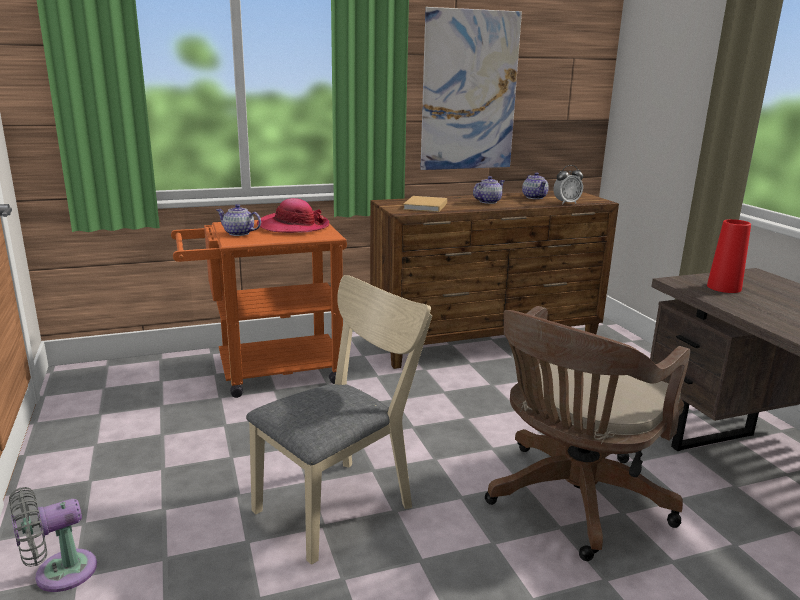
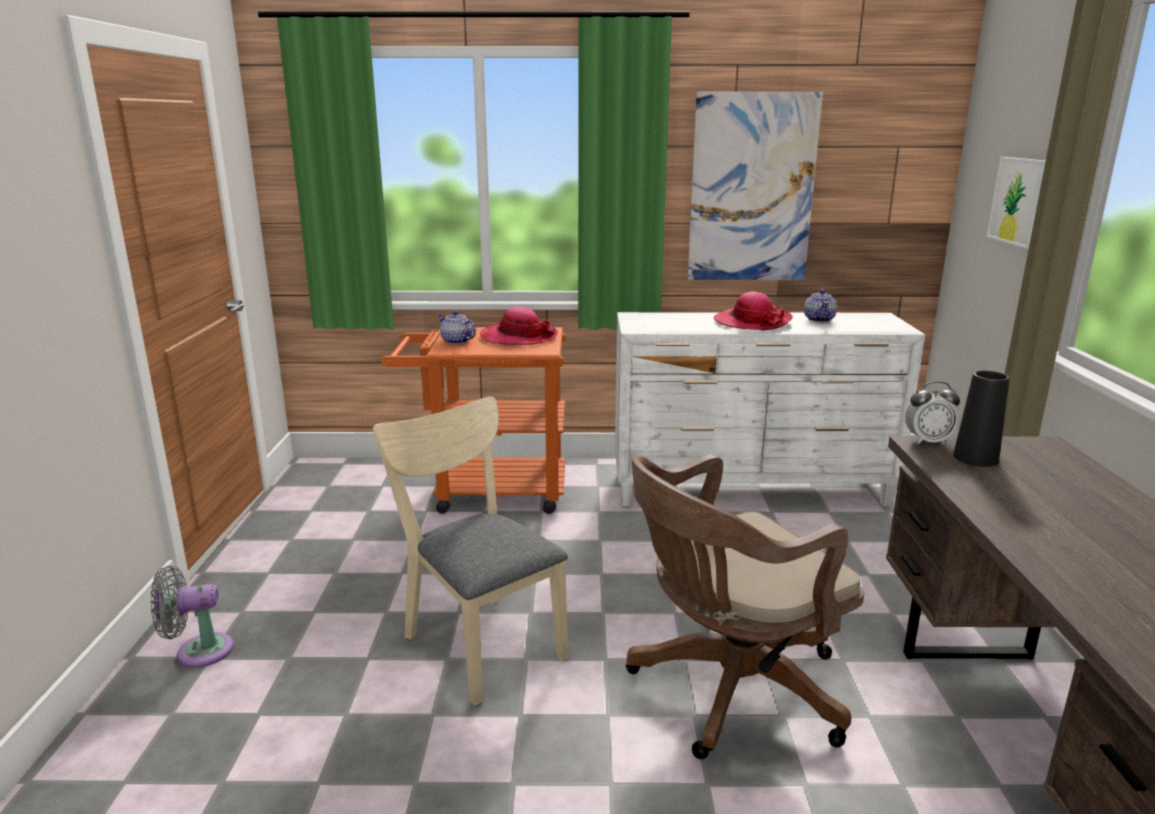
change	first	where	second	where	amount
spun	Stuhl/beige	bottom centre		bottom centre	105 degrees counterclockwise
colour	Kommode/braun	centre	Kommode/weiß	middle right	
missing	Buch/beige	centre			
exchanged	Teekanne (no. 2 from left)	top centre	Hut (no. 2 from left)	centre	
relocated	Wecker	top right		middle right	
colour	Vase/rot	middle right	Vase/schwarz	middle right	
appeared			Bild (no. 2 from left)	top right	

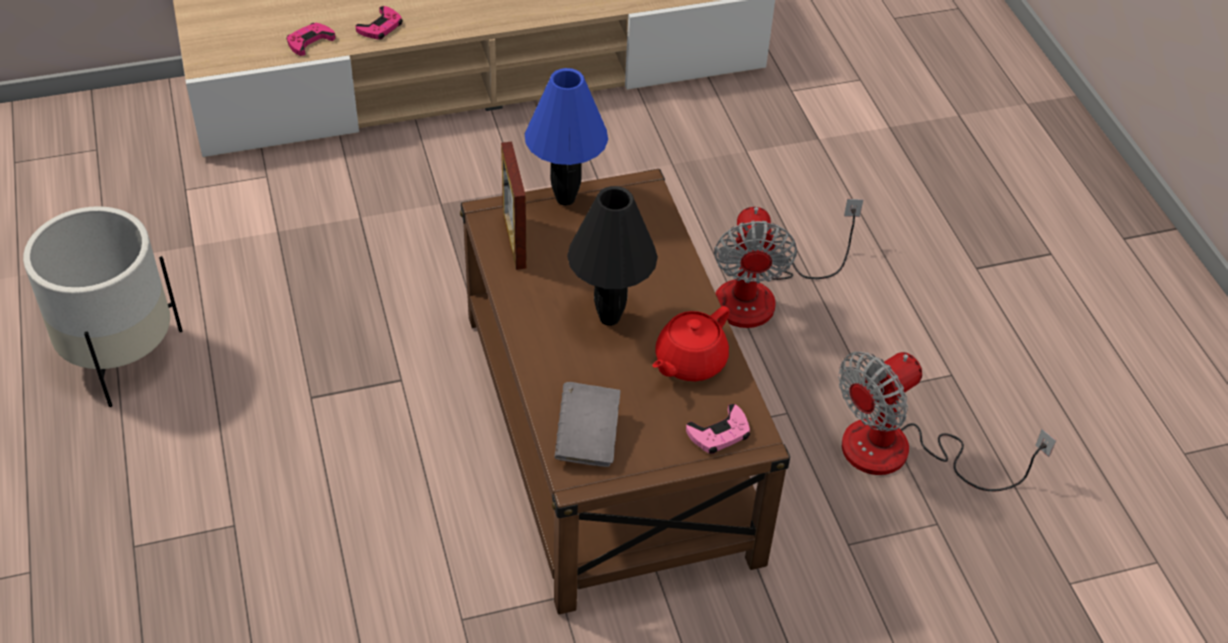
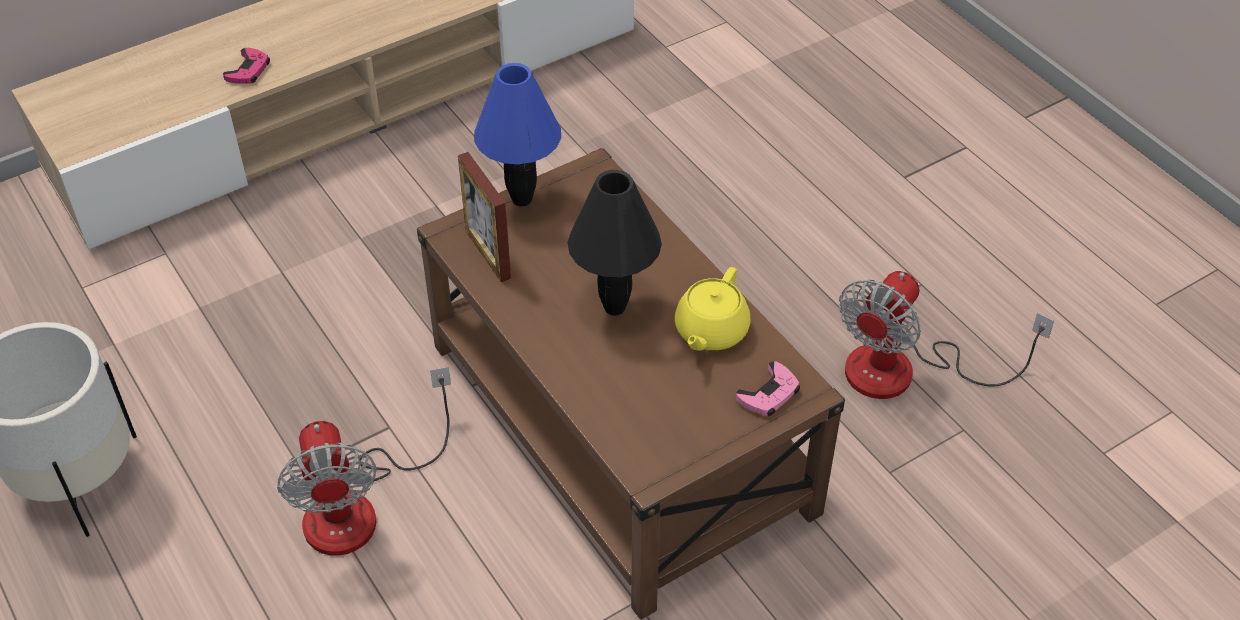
change	first	where	second	where	amount
missing	Gamepad/rosa (no. 1 from left)	top left			
missing	Buch/grau	centre			
colour	Teekanne/rot	centre	Teekanne/gelb	centre	
relocated	Ventilator (no. 1 from left)	centre		bottom left	

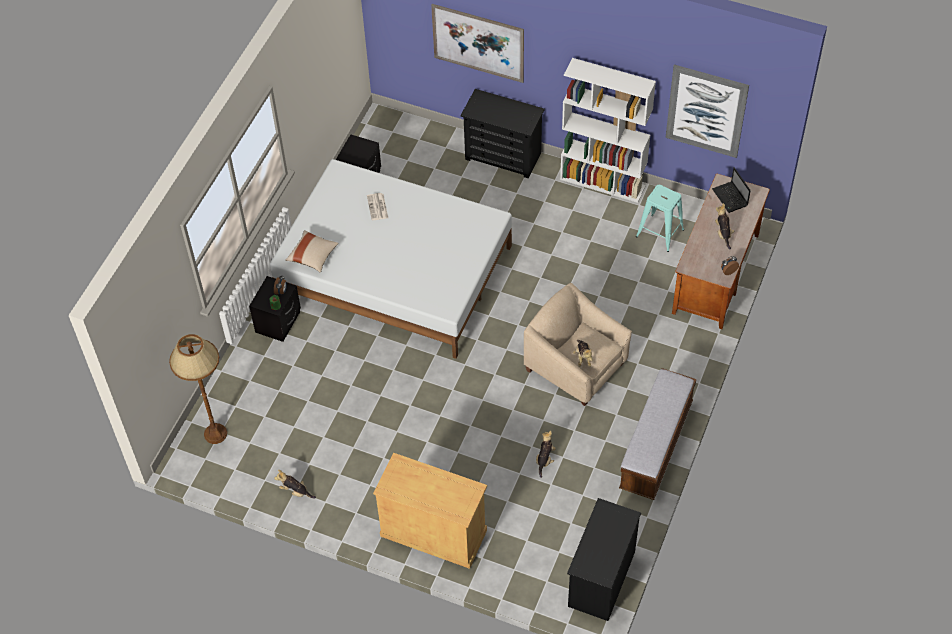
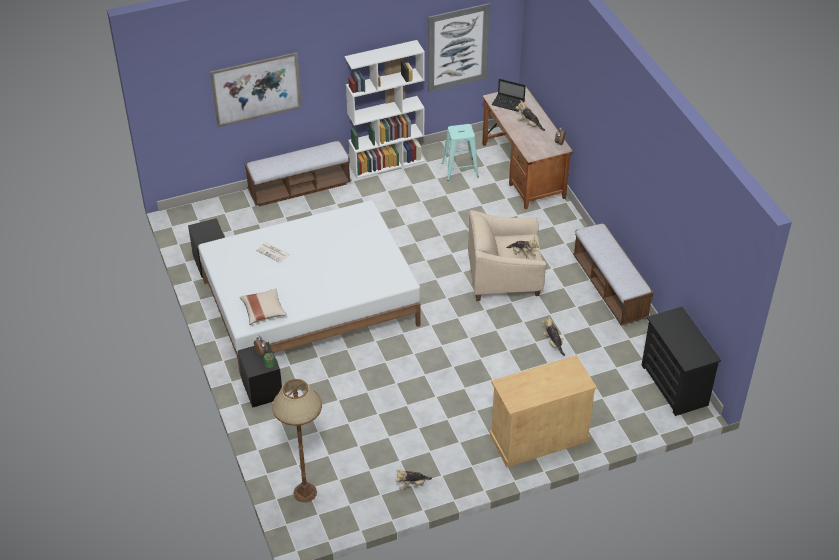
change	first	where	second	where	amount
exchanged	Kommode/schwarz (no. 1 from left)	top centre	Bank (no. 1 from left)	top centre	

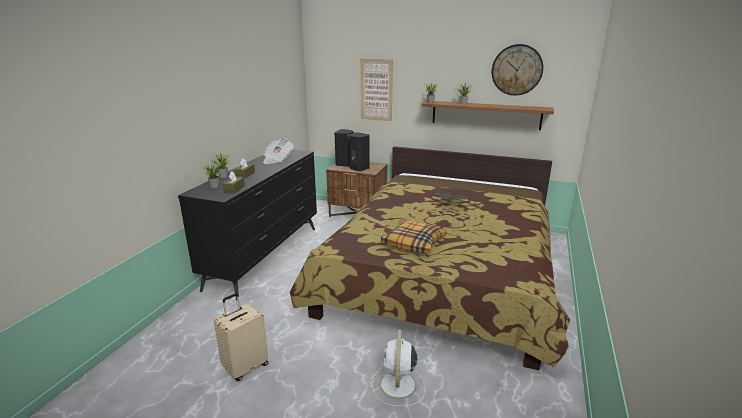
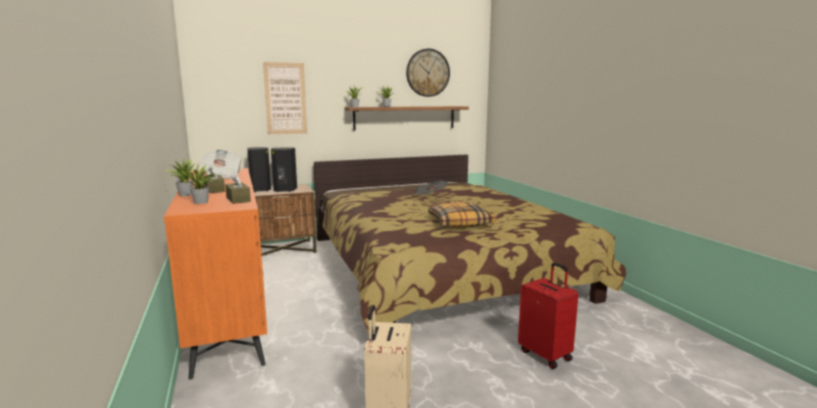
change	first	where	second	where	amount
colour	Kommode/schwarz	middle left	Kommode/orange	bottom left	
exchanged	Ventilator/weiß	bottom centre	Koffer/rot	bottom right	

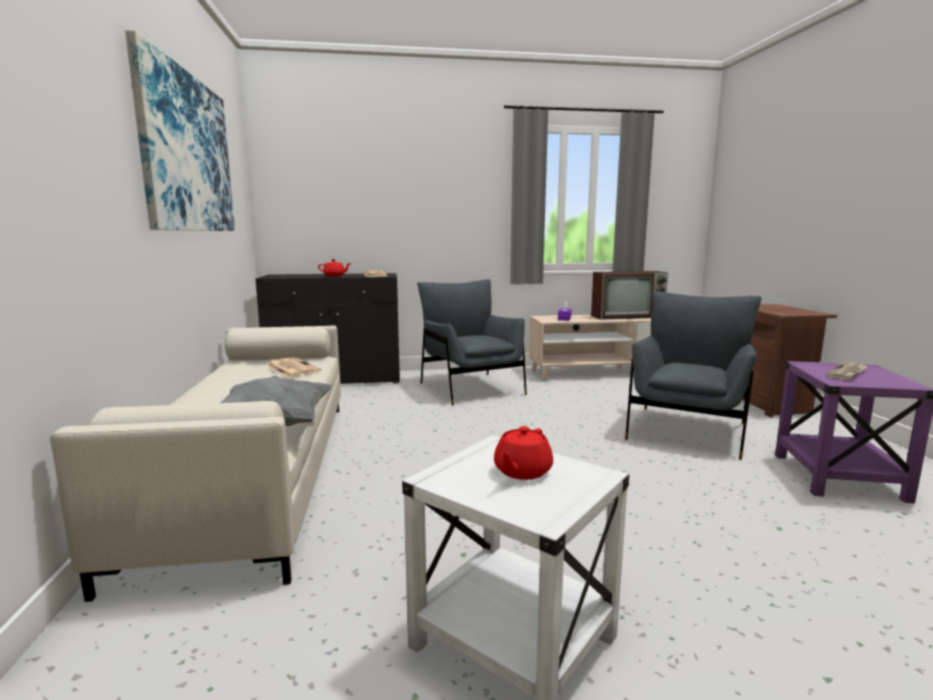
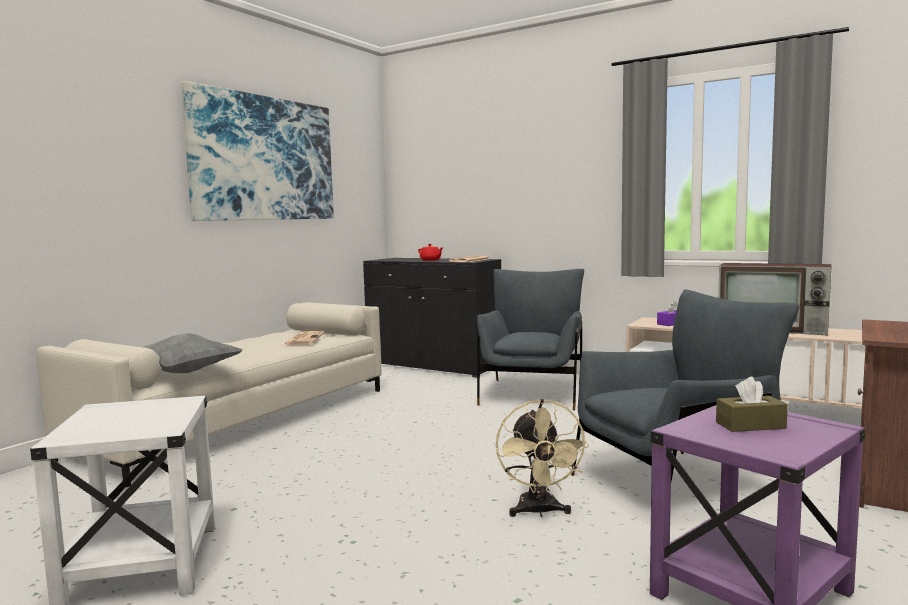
change	first	where	second	where	amount
missing	Teekanne/rot (no. 2 from left)	centre			
exchanged	Zeitung (no. 3 from left)	middle right	Taschentuchbox/braun	bottom right	
appeared			Ventilator/beige	bottom centre	

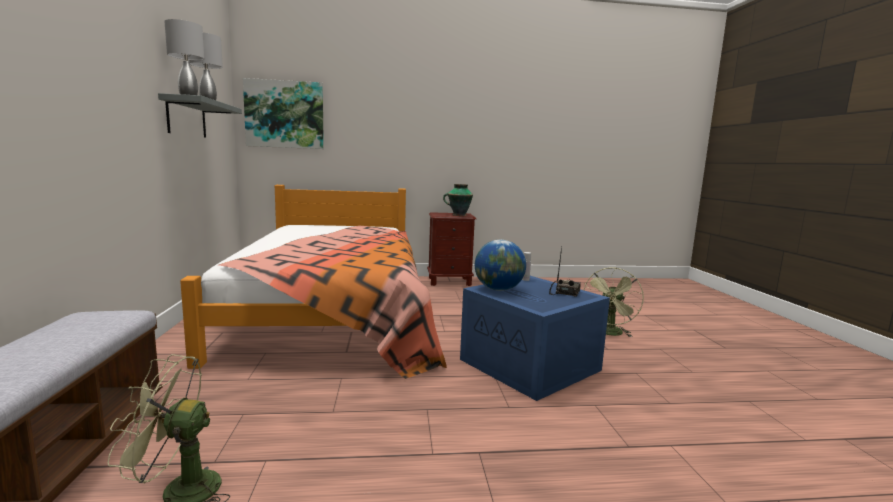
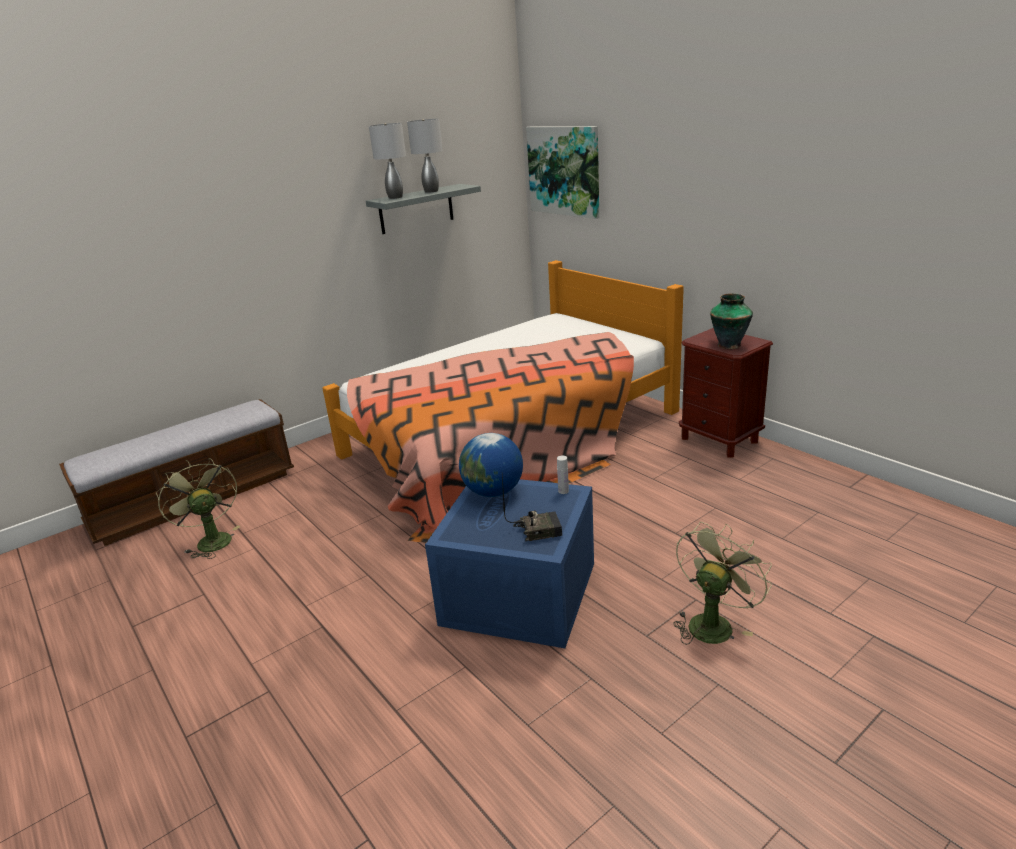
change	first	where	second	where	amount
spun	Ventilator/grün (no. 2 from left)	middle right		bottom right	135 degrees clockwise

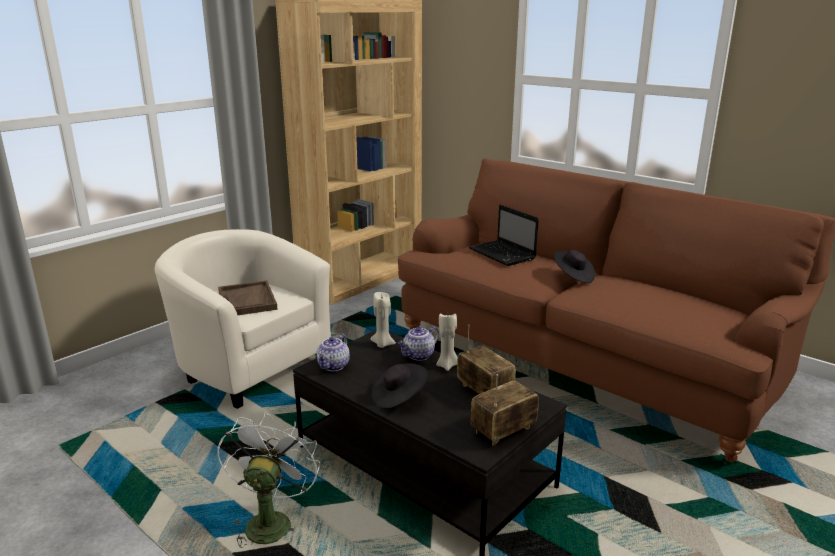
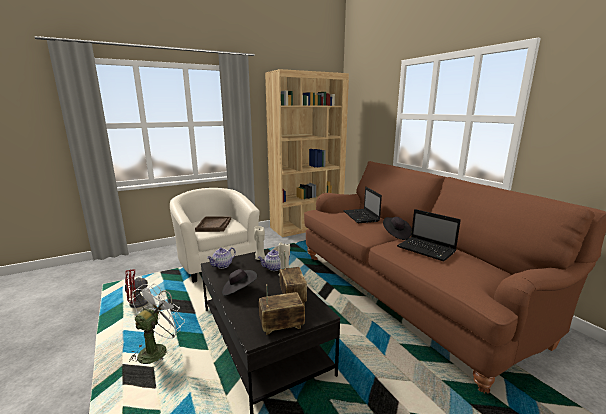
change	first	where	second	where	amount
appeared			Ventilator/rot	bottom left	
appeared			Laptop (no. 2 from left)	middle right	

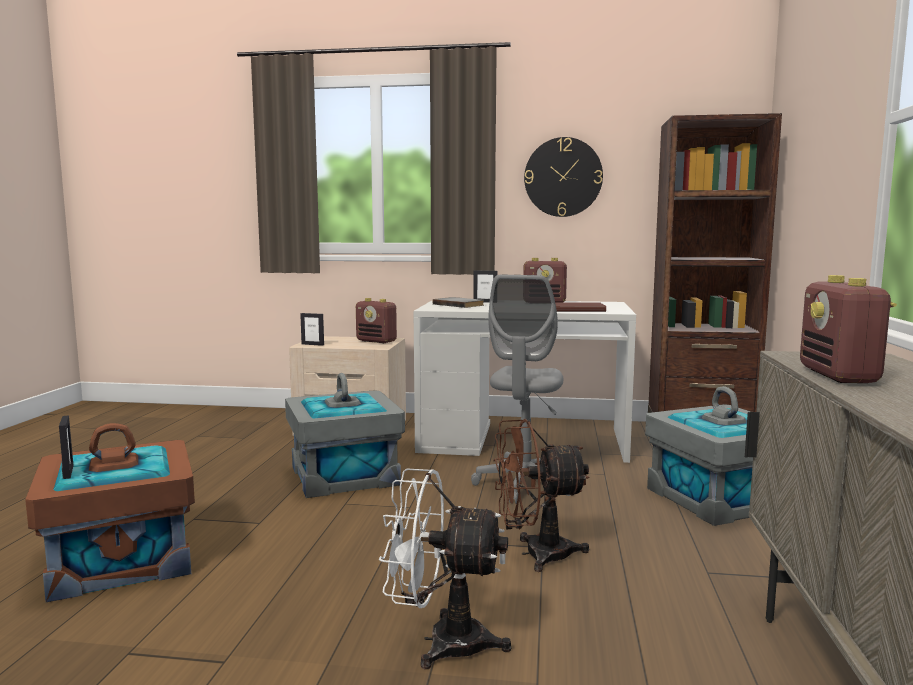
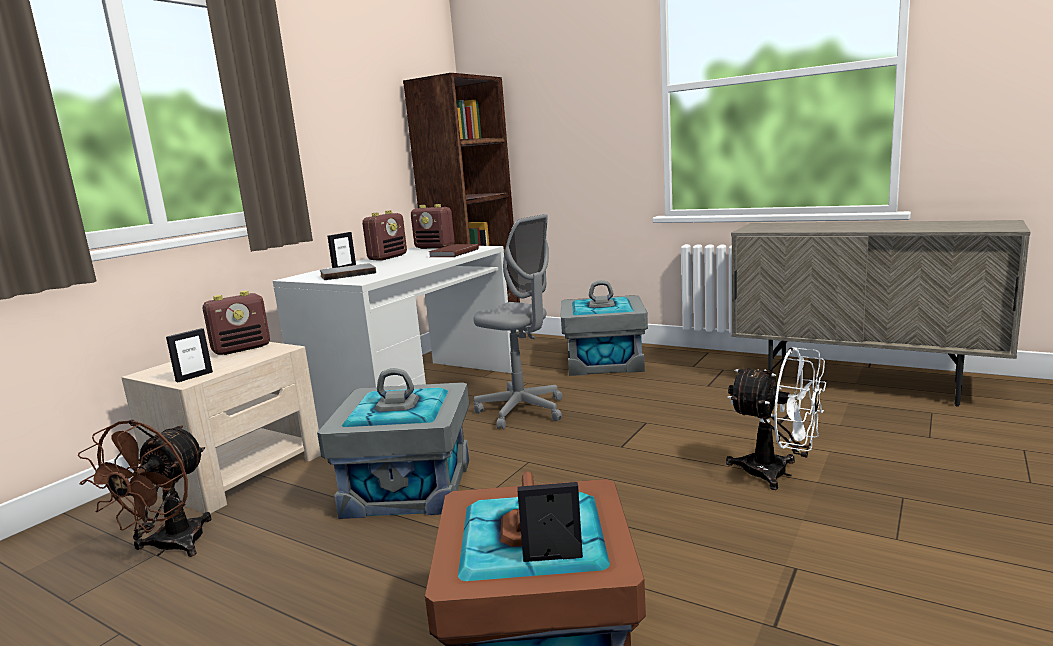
change	first	where	second	where	amount
spun	Ventilator/weiß	bottom centre		middle right	90 degrees counterclockwise
relocated	Ventilator/braun	bottom centre		bottom left	
missing	Wanduhr	top centre			
relocated	Radio (no. 3 from left)	middle right		centre	

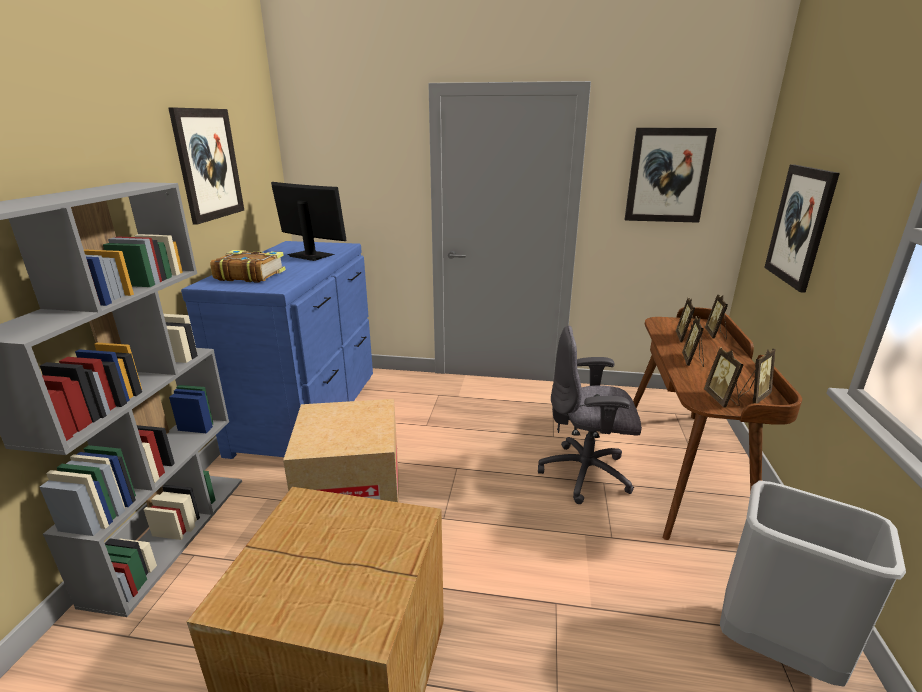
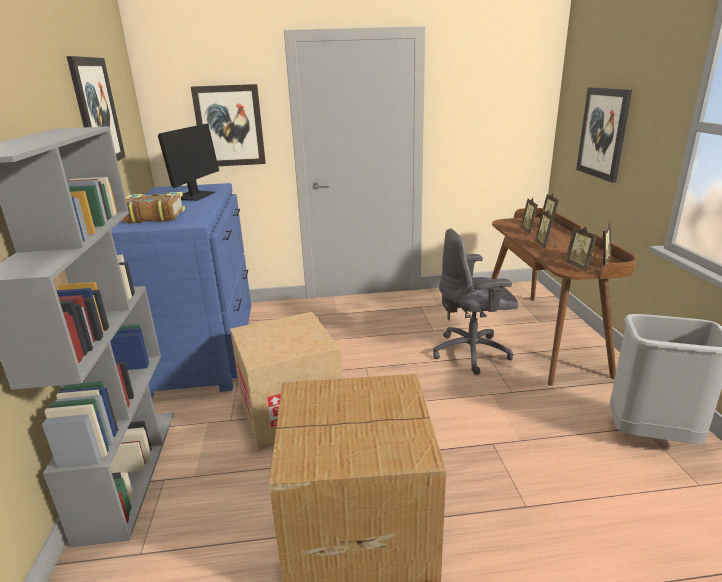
change	first	where	second	where	amount
spun	Monitor	top centre		top left	90 degrees clockwise
relocated	Bild (no. 2 from left)	top right		top left	

